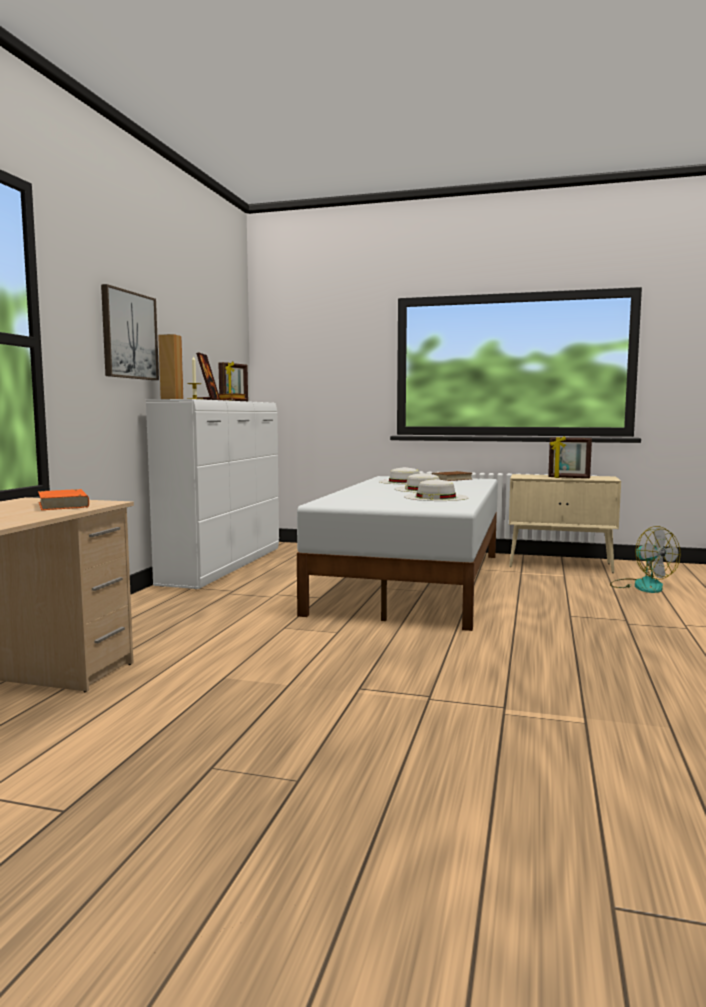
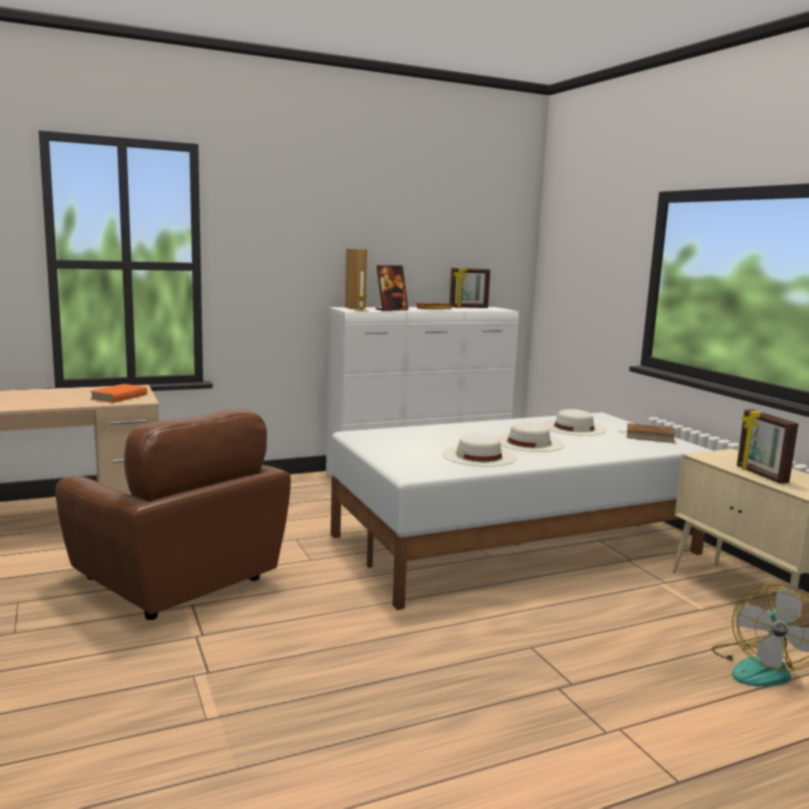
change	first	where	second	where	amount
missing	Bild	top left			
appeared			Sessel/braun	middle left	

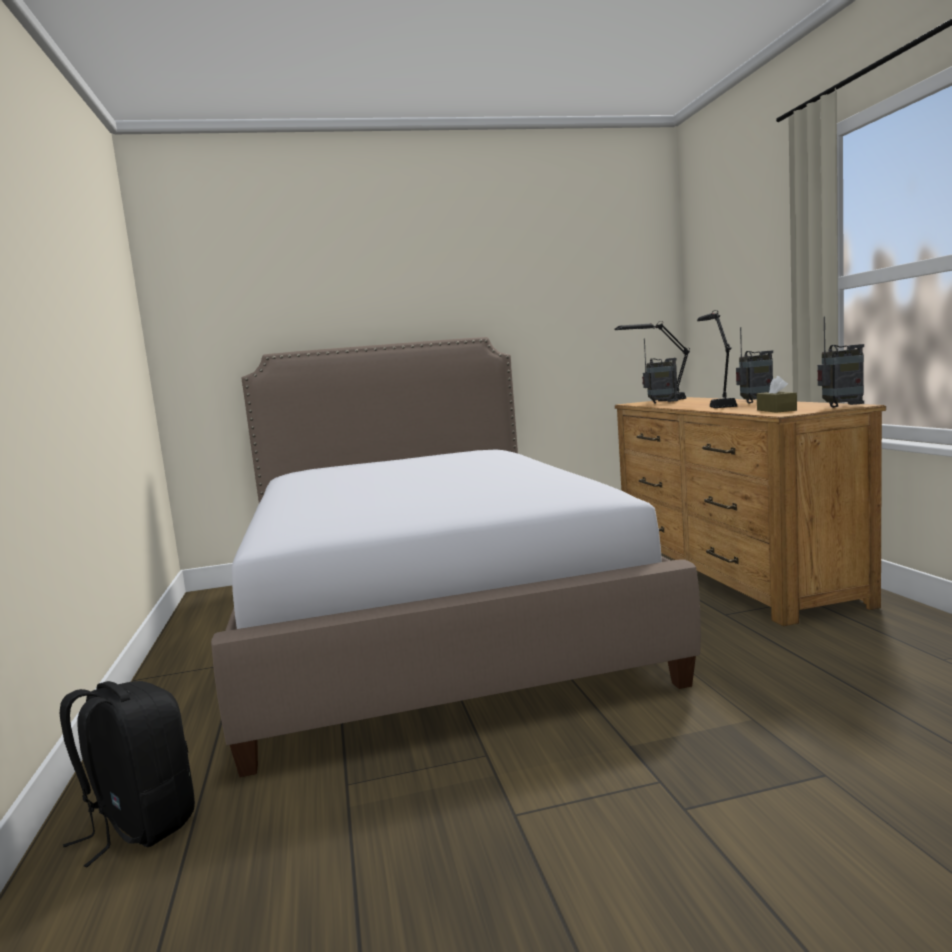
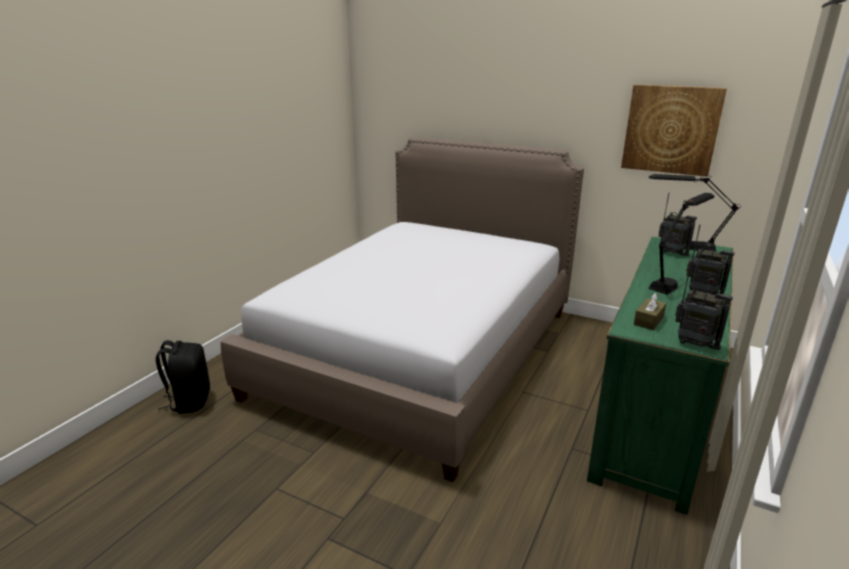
change	first	where	second	where	amount
colour	Kommode/braun	middle right	Kommode/grün	middle right	
appeared			Bild	top right	

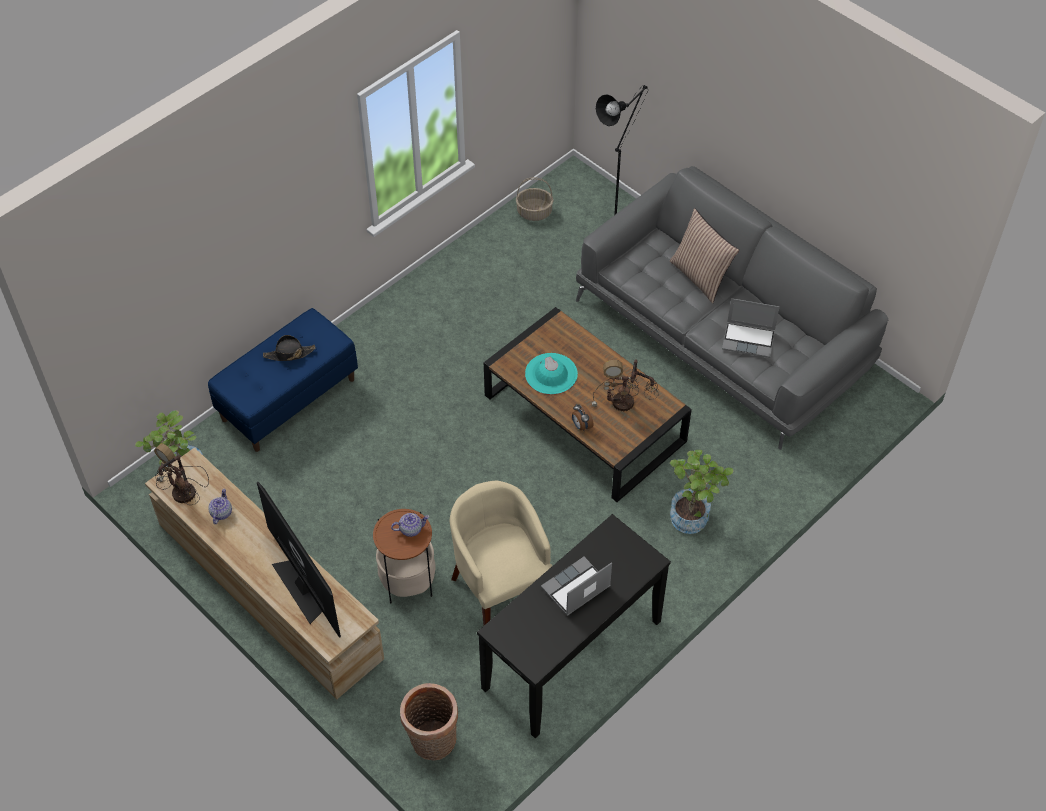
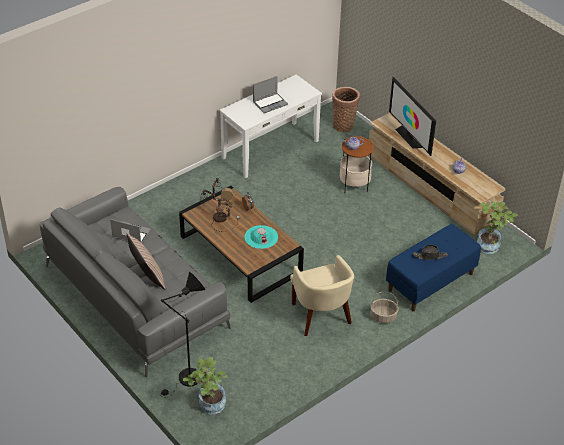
change	first	where	second	where	amount
missing	Tischlampe (no. 1 from left)	middle left			
relocated	Sessel/beige	bottom centre		centre	
colour	Konsolentisch/schwarz	bottom centre	Konsolentisch/weiß	top centre	
relocated	Korb (no. 2 from left)	top centre		bottom right	
relocated	Topfpflanze (no. 2 from left in the first image)	middle right	Topfpflanze (no. 1 from left)	bottom centre	

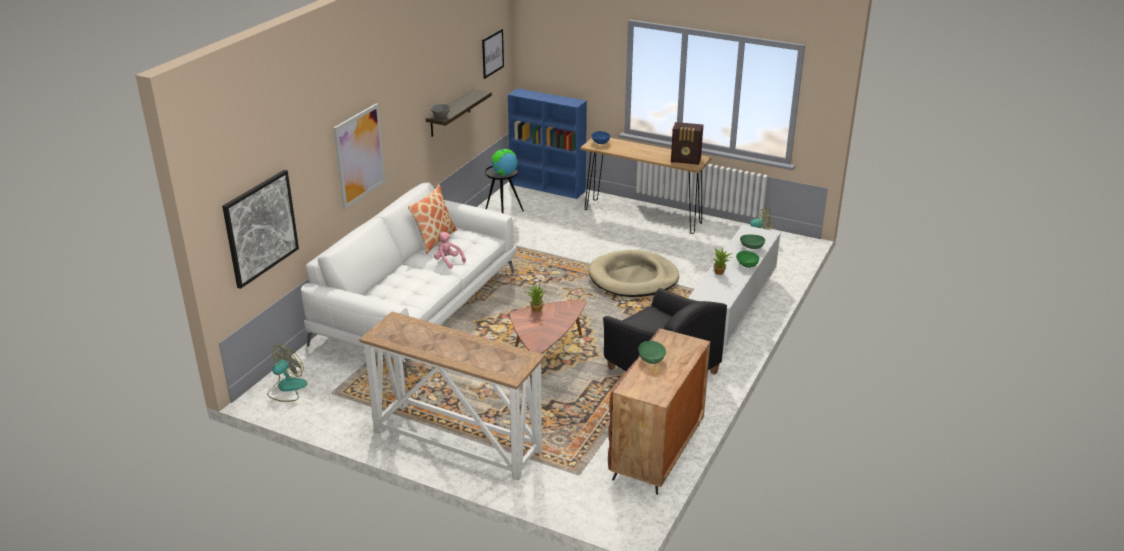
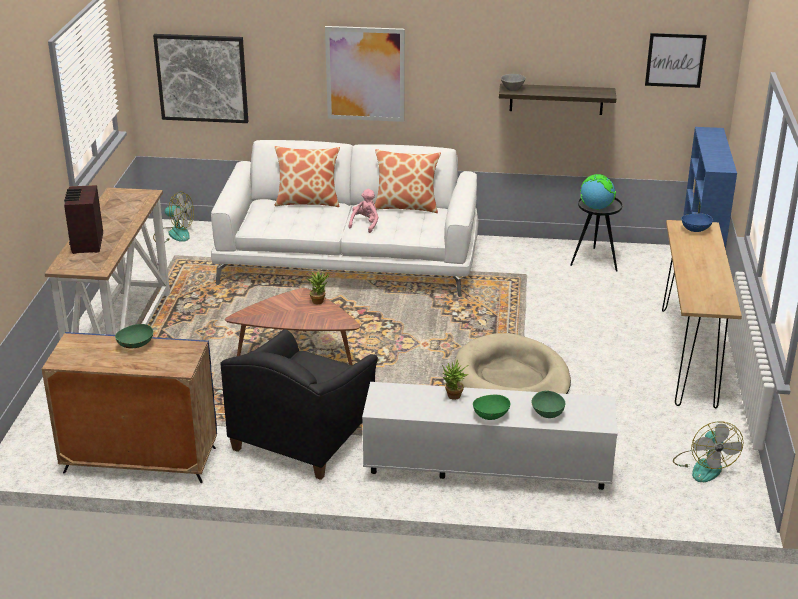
change	first	where	second	where	amount
colour	Schrank/braun	bottom centre	Schrank/blau	bottom left	
relocated	Radio	top centre		middle left	
appeared			Kissen (no. 1 from left)	top centre	

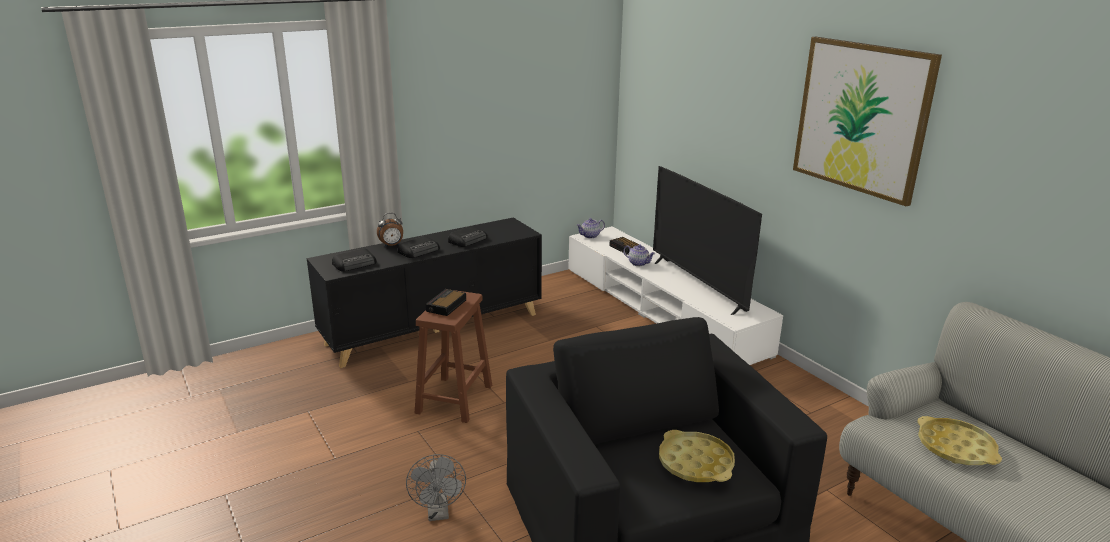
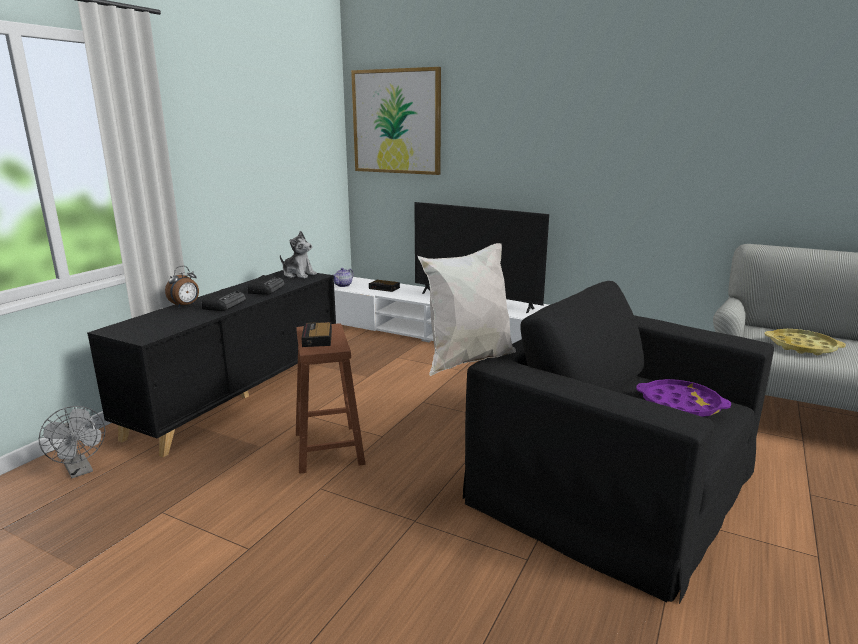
change	first	where	second	where	amount
missing	Radio (no. 1 from left)	middle left			
relocated	Ventilator/grau	bottom centre		bottom left	
missing	Teekanne (no. 2 from left)	centre			
colour	Tablett/gelb (no. 1 from left)	bottom centre	Tablett/lila	middle right	
relocated	Bild	top right		top centre	
appeared			Plüschtier	centre	
appeared			Kissen/weiß	centre	

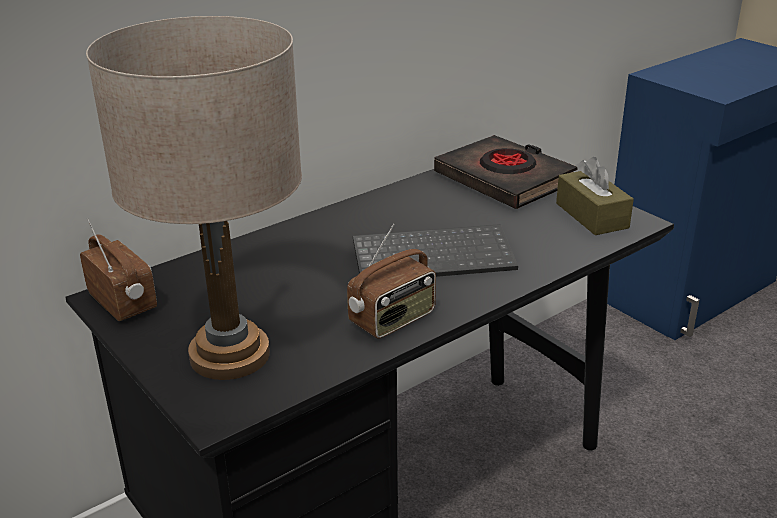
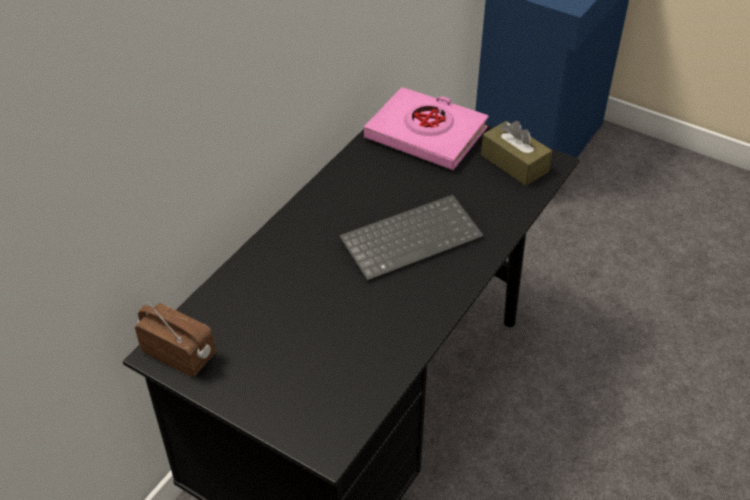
change	first	where	second	where	amount
missing	Tischlampe/beige	middle left			
missing	Radio (no. 2 from left)	centre			
colour	Buch/schwarz	top centre	Buch/rosa	top centre	

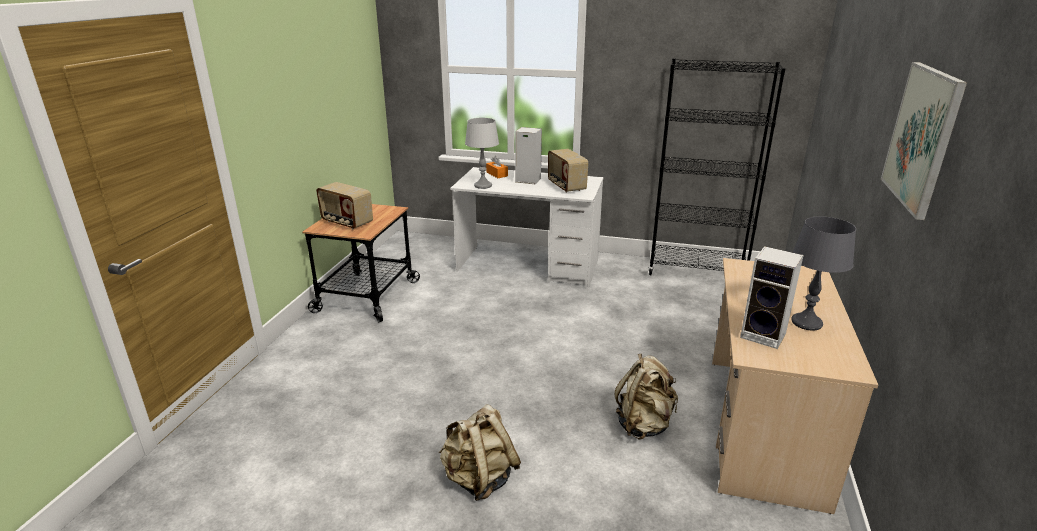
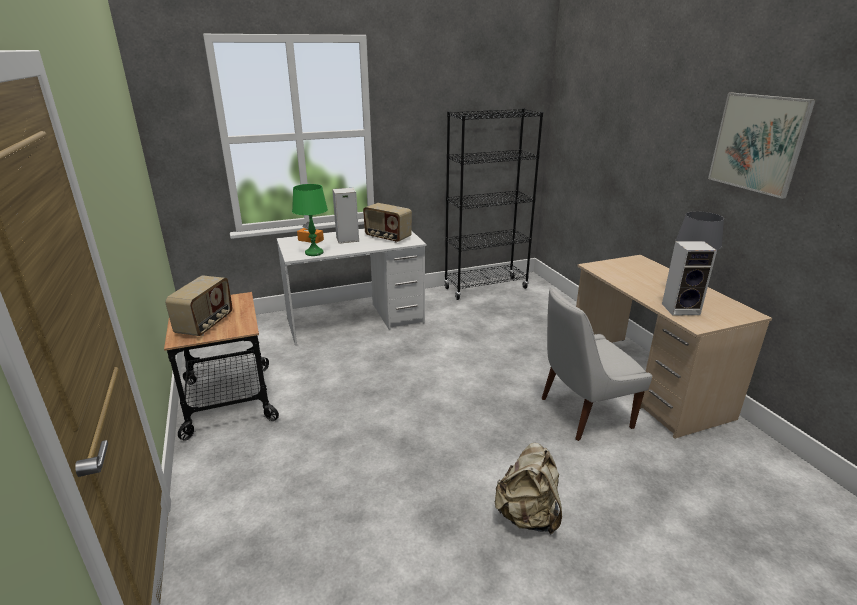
change	first	where	second	where	amount
spun	Radio (no. 1 from left)	middle left		middle left	75 degrees counterclockwise
colour	Tischlampe/grau (no. 1 from left)	top centre	Tischlampe/grün	centre	
exchanged	Rucksack/beige (no. 2 from left)	bottom centre	Stuhl/weiß	middle right	

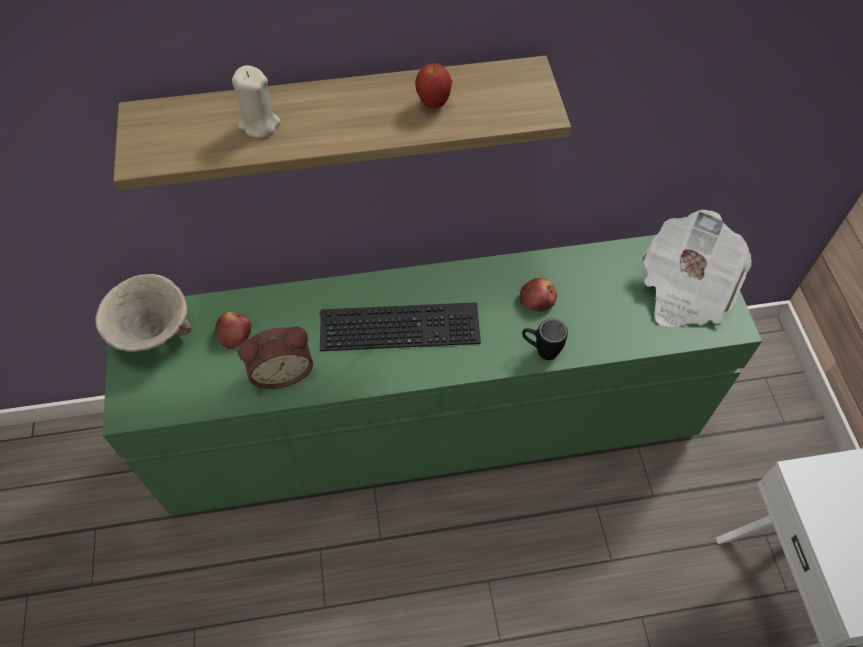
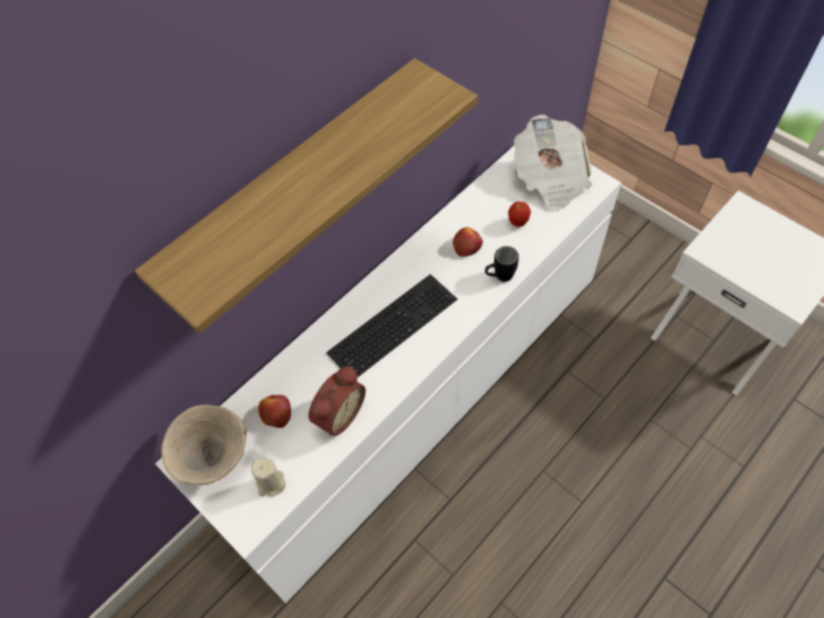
change	first	where	second	where	amount
colour	Kommode/grün	centre	Kommode/weiß	centre	
relocated	Kerze/beige	top left		bottom left	
relocated	Apfel (no. 2 from left in the first image)	top centre	Apfel (no. 3 from left)	centre	

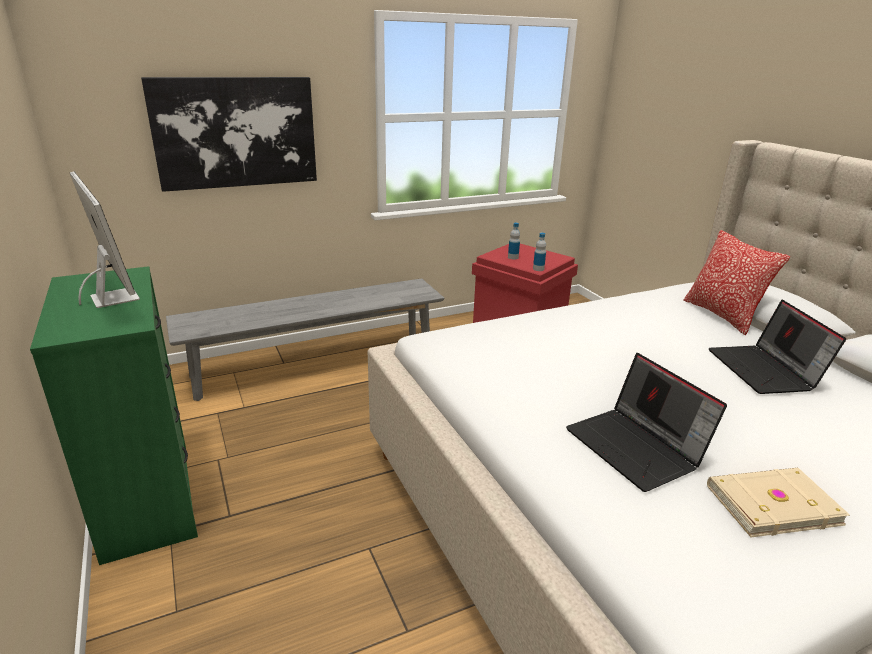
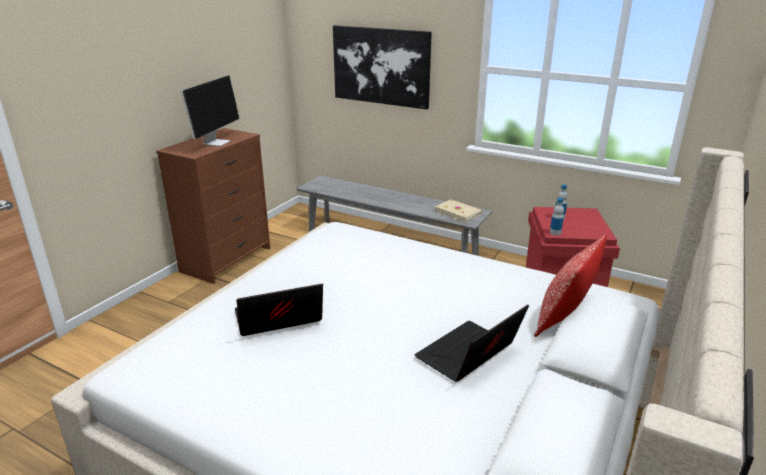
change	first	where	second	where	amount
colour	Kommode/grün	middle left	Kommode/braun	middle left	
spun	Laptop (no. 1 from left)	middle right		centre	45 degrees clockwise
relocated	Buch/beige	bottom right		centre	

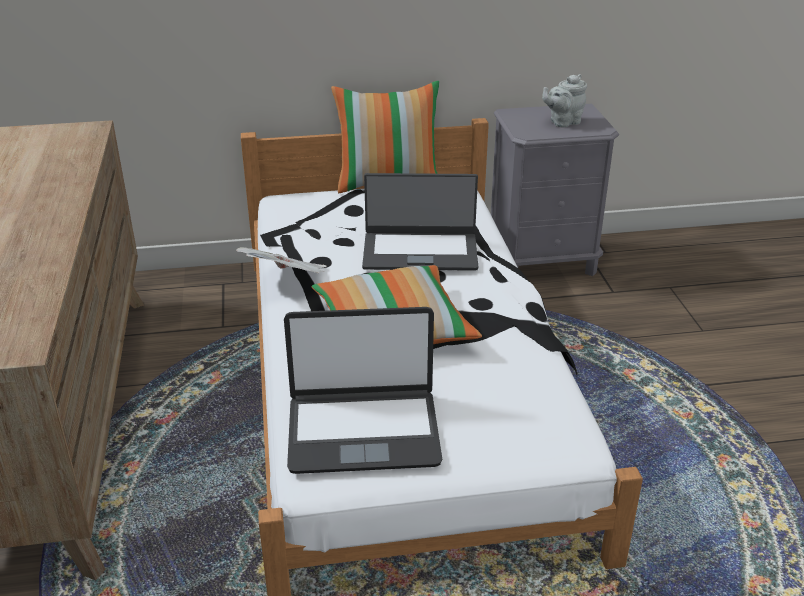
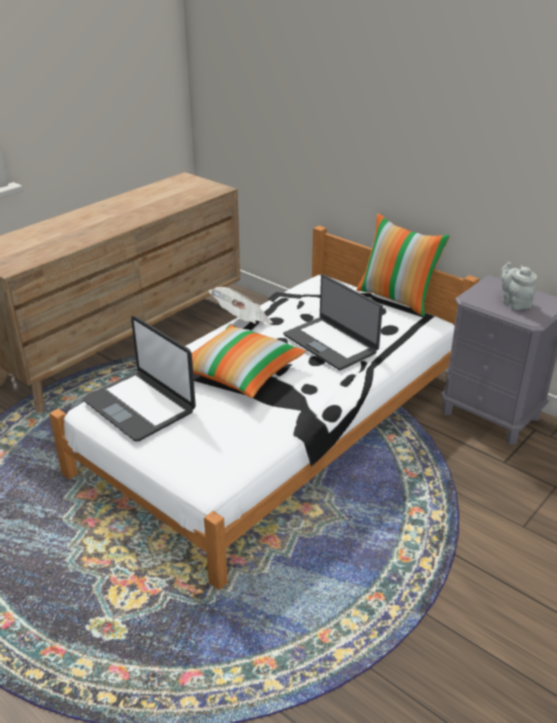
change	first	where	second	where	amount
spun	Teekanne/grau	top right		middle right	45 degrees clockwise

